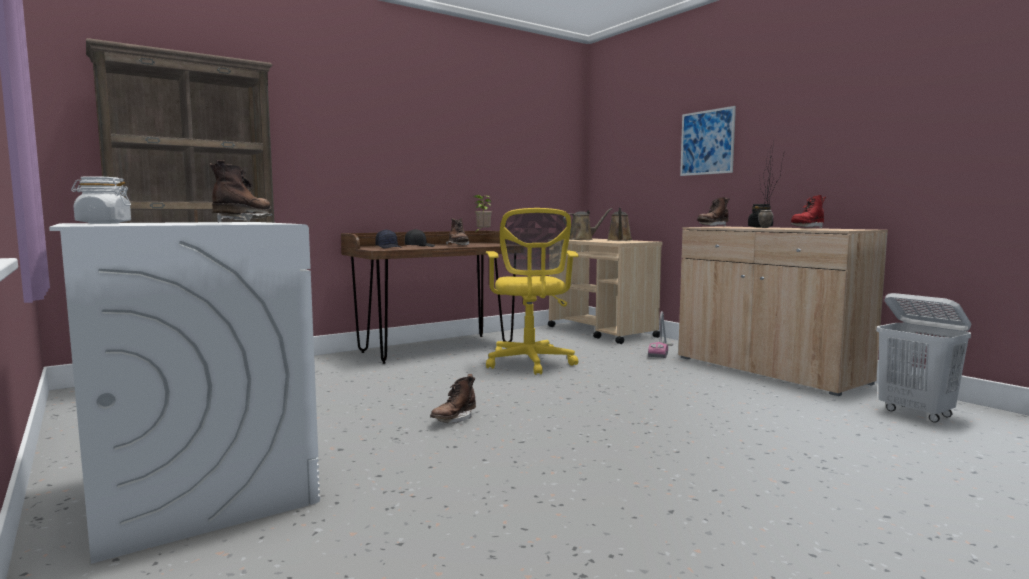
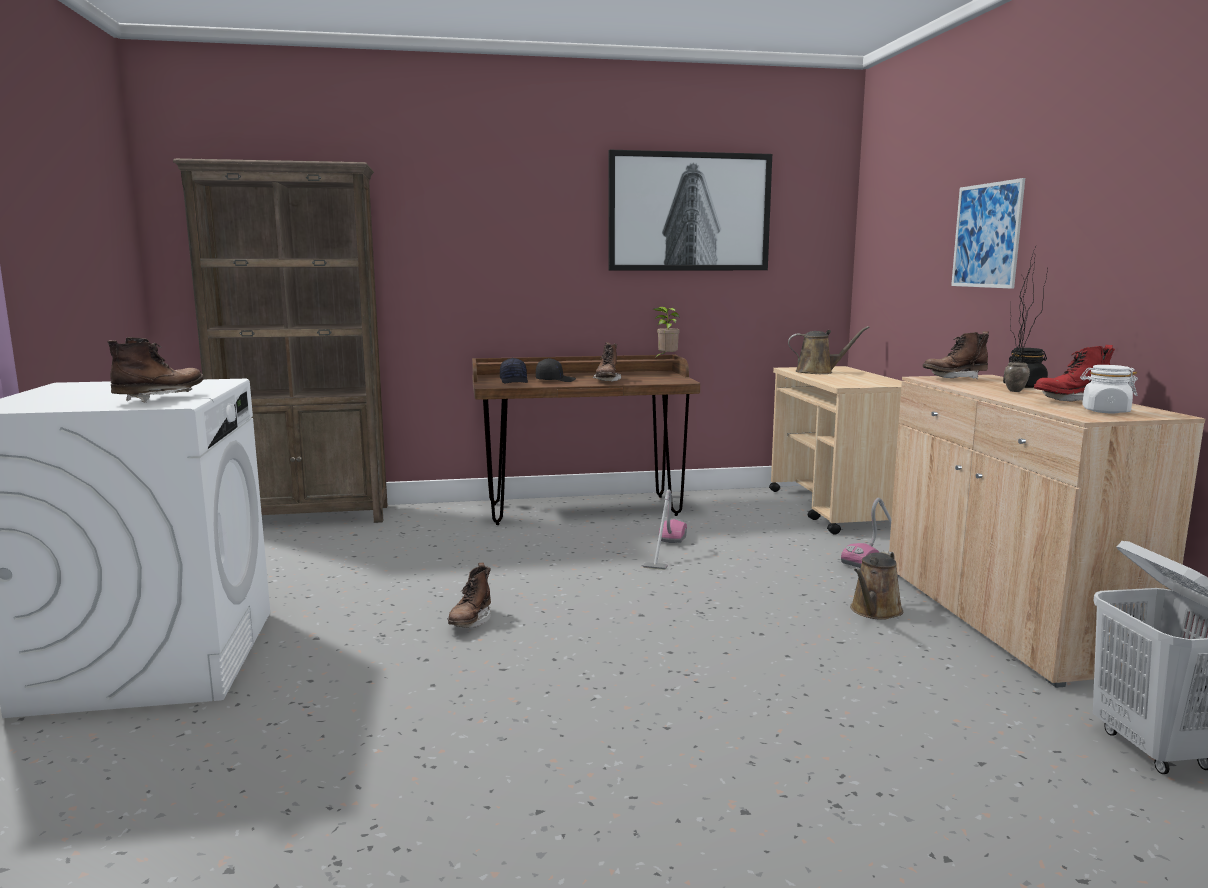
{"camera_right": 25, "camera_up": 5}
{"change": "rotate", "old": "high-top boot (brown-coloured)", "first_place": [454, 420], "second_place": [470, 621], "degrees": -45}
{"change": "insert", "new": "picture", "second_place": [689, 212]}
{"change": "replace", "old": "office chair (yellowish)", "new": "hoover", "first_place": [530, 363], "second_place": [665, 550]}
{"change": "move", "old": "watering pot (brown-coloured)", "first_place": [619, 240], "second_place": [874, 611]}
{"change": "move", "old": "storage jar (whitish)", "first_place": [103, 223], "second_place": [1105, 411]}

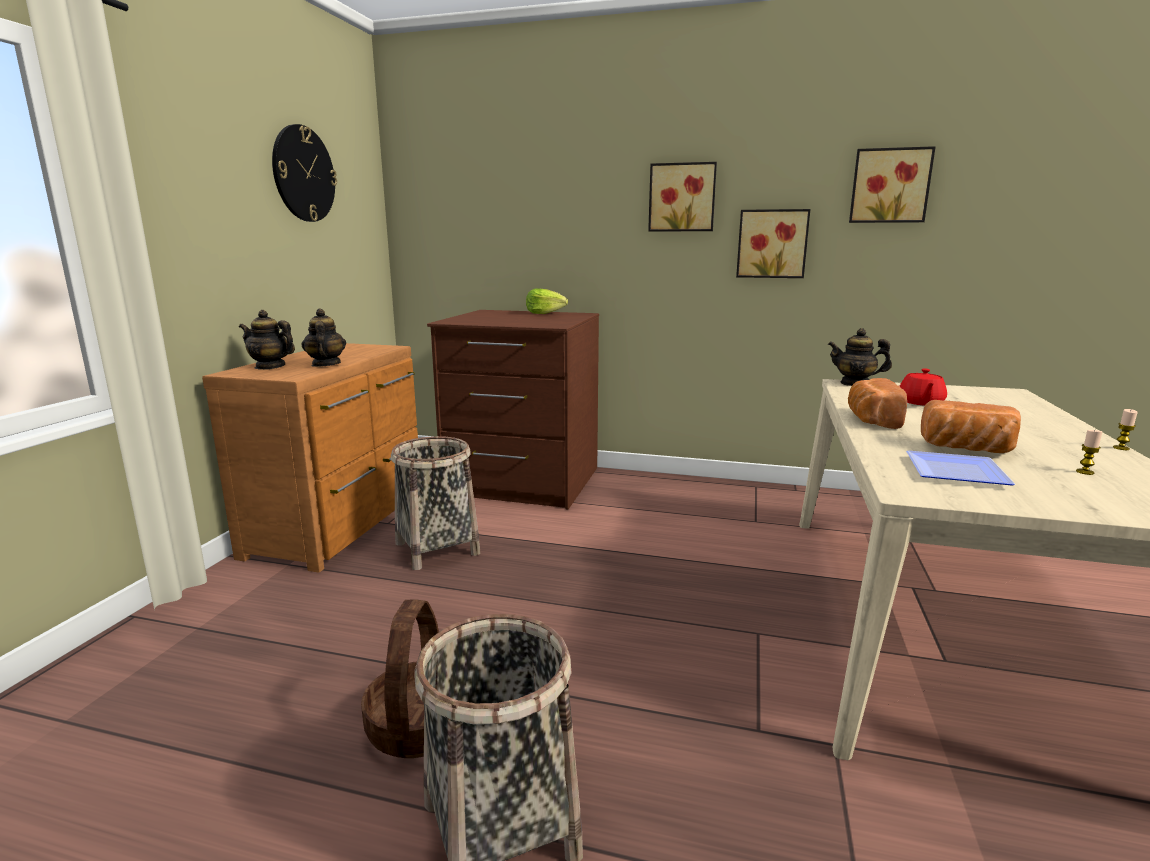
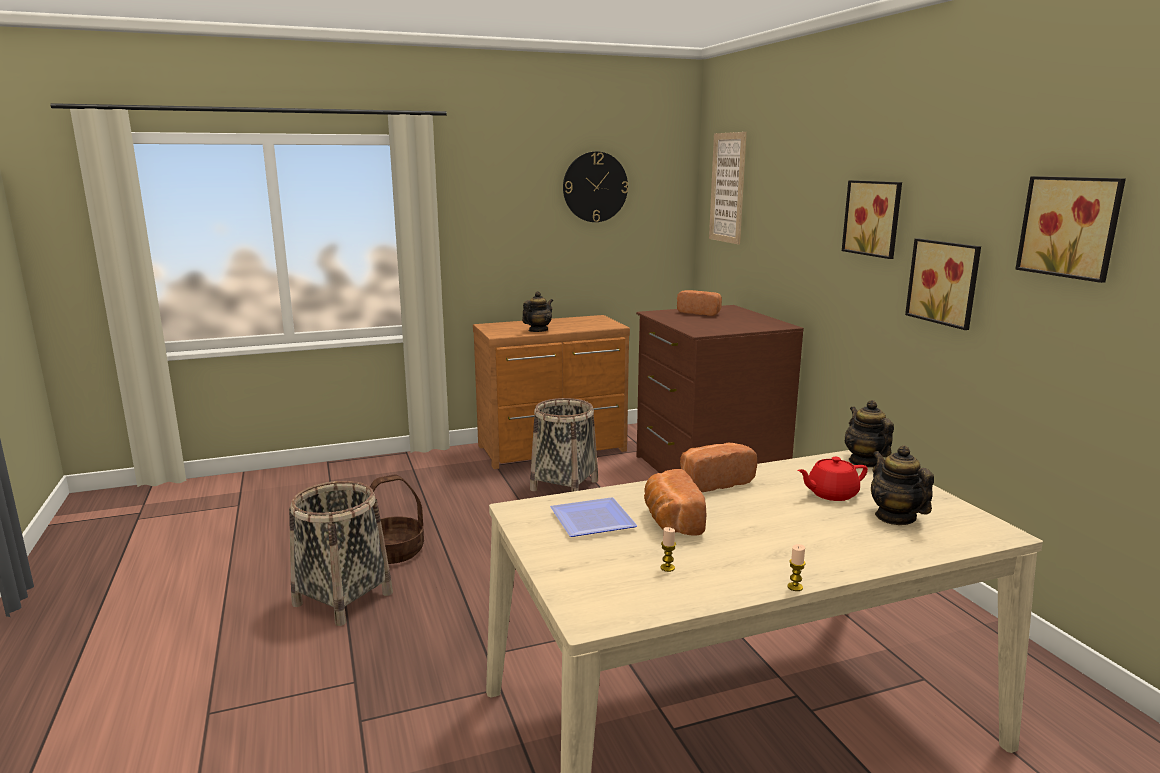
{"camera_right": 55, "camera_up": 0}
{"change": "insert", "new": "baked bread", "second_place": [700, 313]}
{"change": "insert", "new": "picture", "second_place": [727, 188]}
{"change": "move", "old": "tea pot", "first_place": [270, 367], "second_place": [895, 517]}
{"change": "delete", "old": "lettuce head", "first_place": [544, 313]}

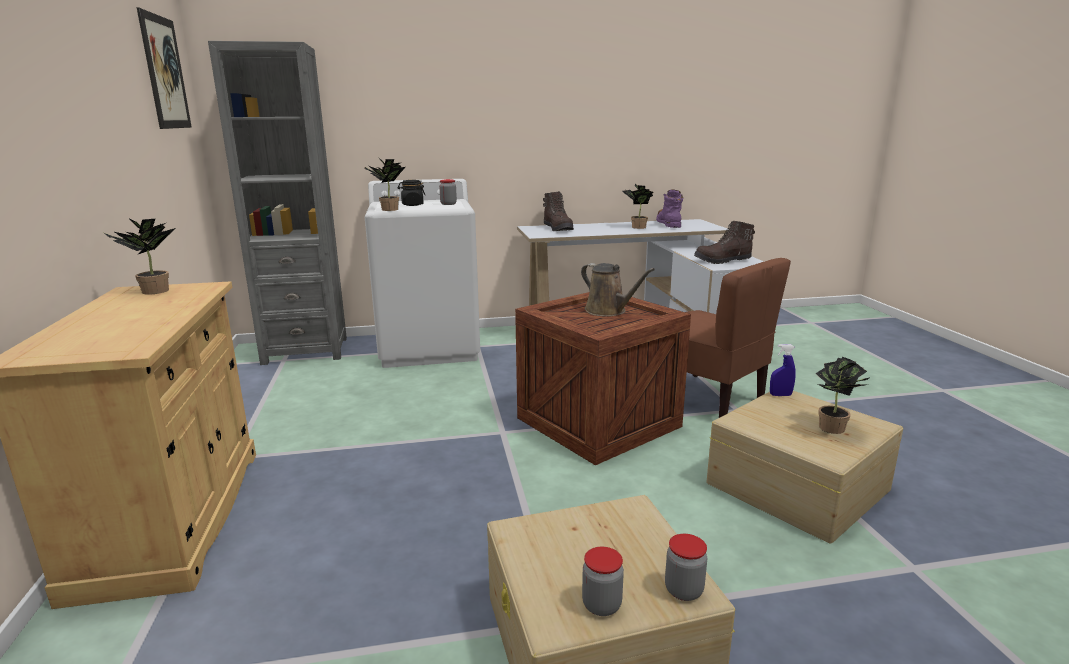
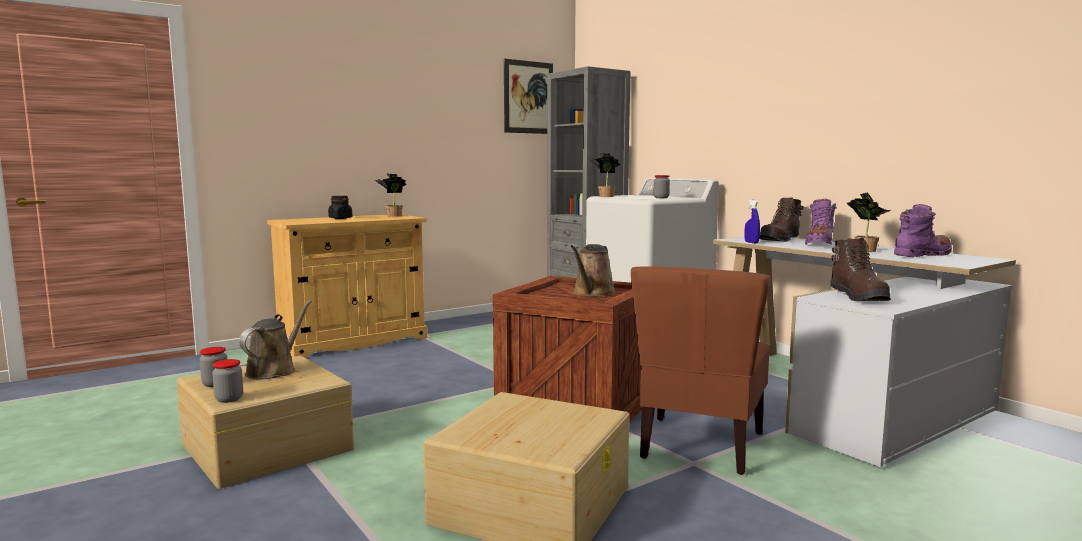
{"camera_right": 65, "camera_up": -10}
{"change": "insert", "new": "watering pot (brown-coloured)", "second_place": [274, 370]}
{"change": "move", "old": "storage jar (blackish)", "first_place": [412, 205], "second_place": [340, 218]}
{"change": "move", "old": "hand sprayer (blue)", "first_place": [780, 395], "second_place": [751, 242]}
{"change": "insert", "new": "high-top boot (purple-coloured)", "second_place": [819, 244]}
{"change": "rotate", "old": "high-top boot (brown-coloured)", "first_place": [723, 261], "second_place": [859, 297], "degrees": -150}
{"change": "delete", "old": "potted plant", "first_place": [834, 430]}

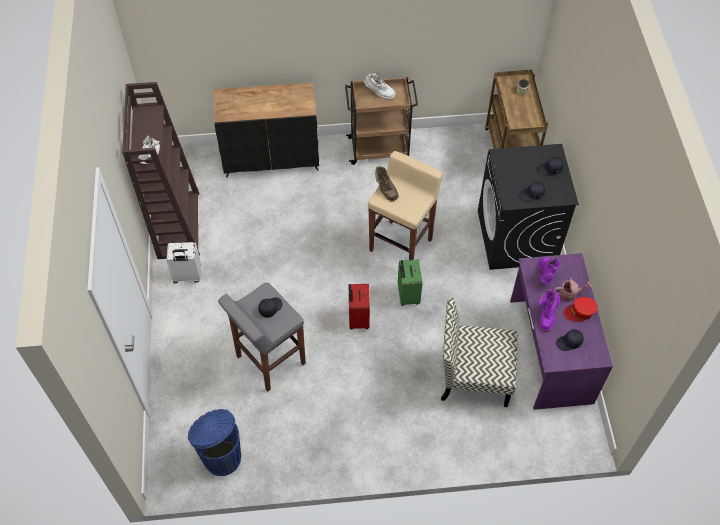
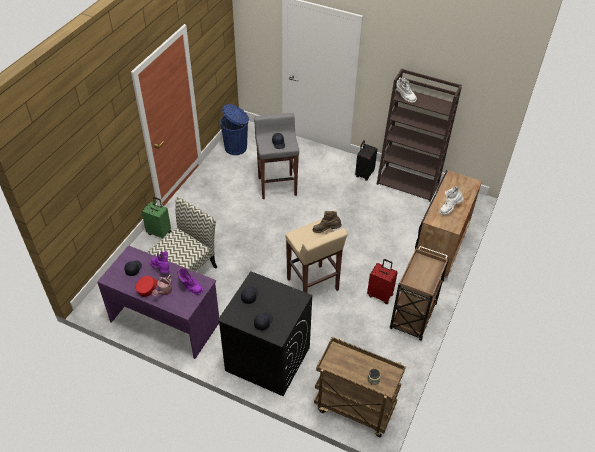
{"camera_right": 120, "camera_up": -10}
{"change": "move", "old": "travel case (greenish)", "first_place": [407, 295], "second_place": [159, 232]}
{"change": "recolor", "old": "travel case (whitish)", "new": "travel case (blackish)", "first_place": [187, 276], "second_place": [364, 174]}
{"change": "move", "old": "travel case (reddish)", "first_place": [358, 318], "second_place": [380, 295]}
{"change": "move", "old": "high-top boot (whitish)", "first_place": [379, 93], "second_place": [449, 208]}

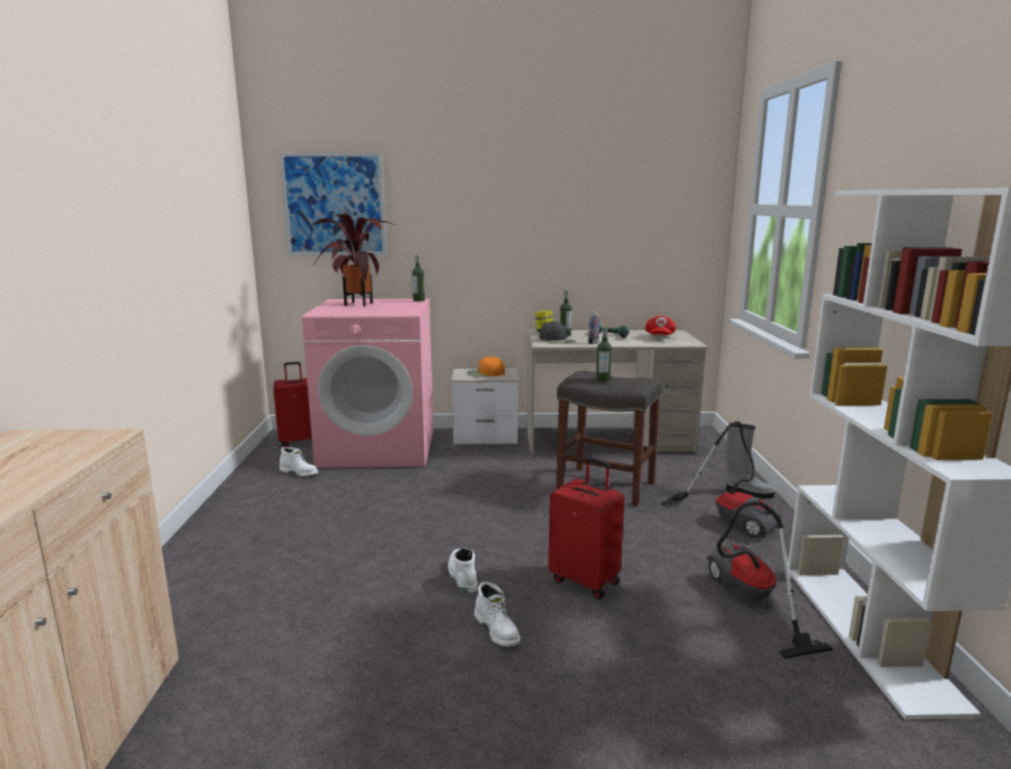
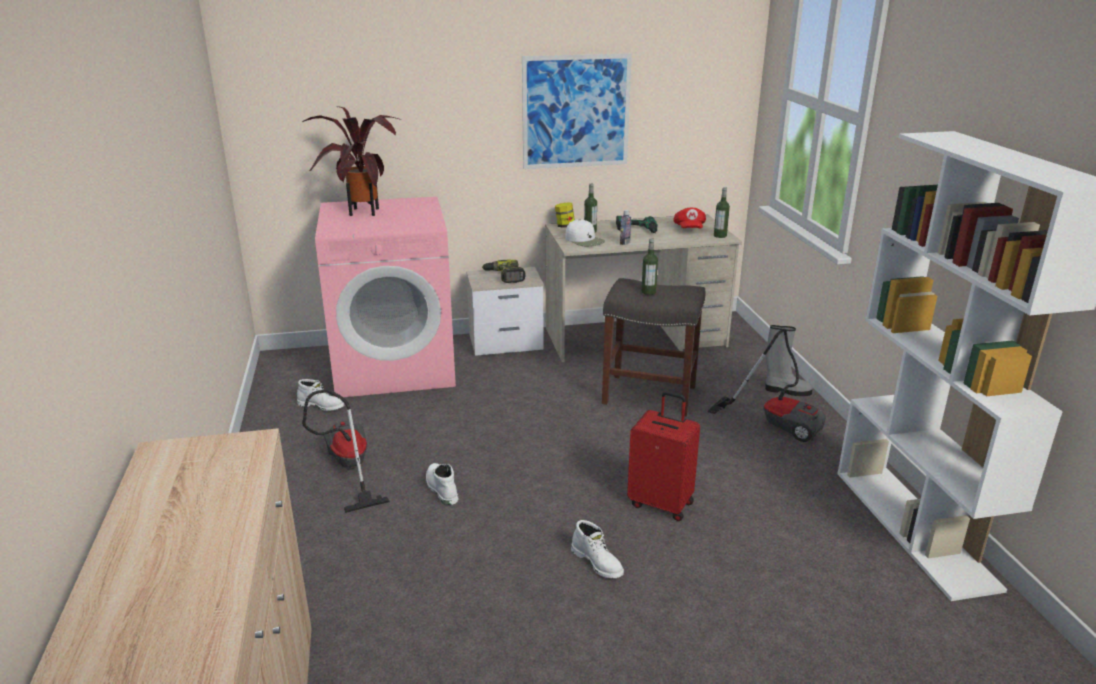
{"camera_right": -10, "camera_up": 10}
{"change": "move", "old": "hoover", "first_place": [749, 601], "second_place": [347, 468]}
{"change": "move", "old": "high-top boot (whitish)", "first_place": [462, 576], "second_place": [441, 488]}
{"change": "replace", "old": "cap (orange-coloured)", "new": "electric drill", "first_place": [485, 373], "second_place": [504, 276]}
{"change": "move", "old": "picture", "first_place": [334, 204], "second_place": [576, 112]}
{"change": "recolor", "old": "cap (blackish)", "new": "cap (whitish)", "first_place": [557, 340], "second_place": [585, 240]}
{"change": "move", "old": "bottle", "first_place": [419, 300], "second_place": [720, 236]}
{"change": "delete", "old": "travel case (reddish)", "first_place": [299, 441]}

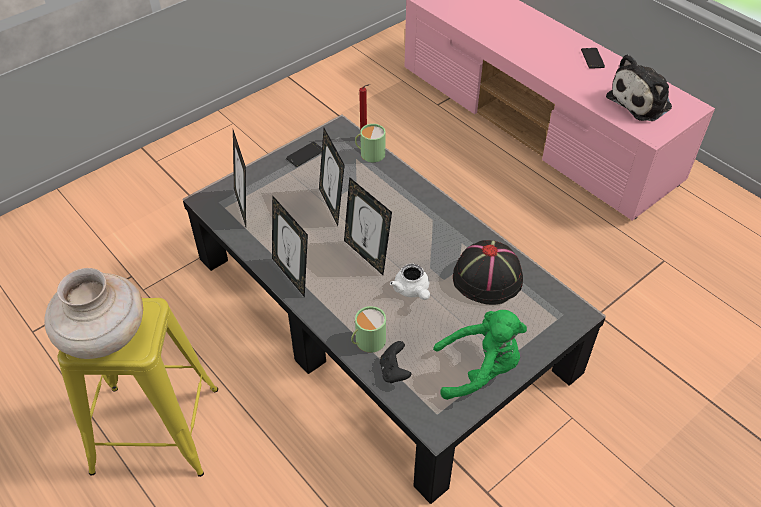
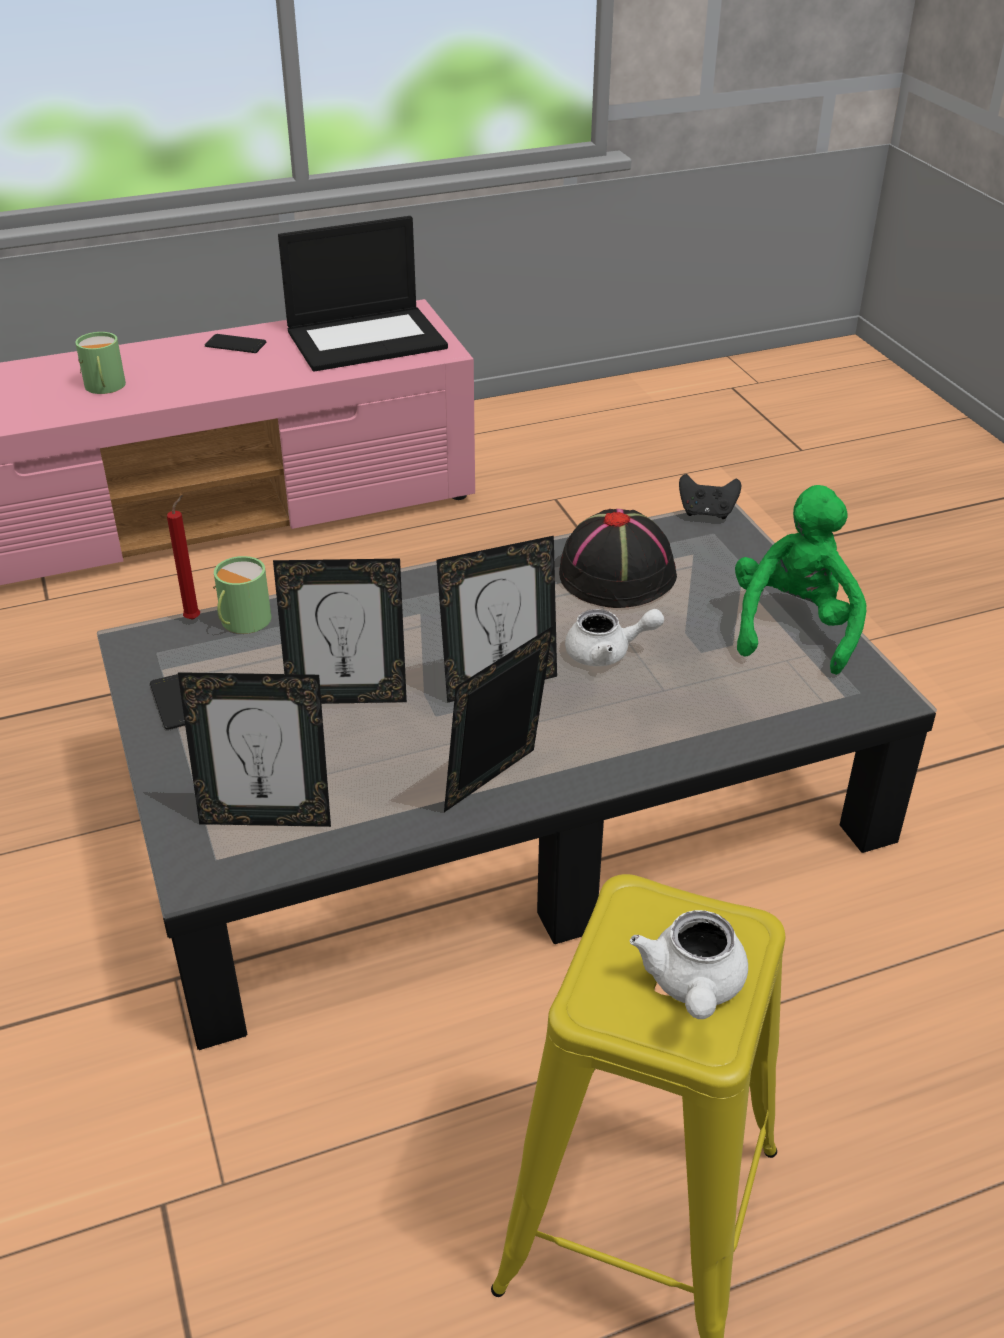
{"camera_right": -70, "camera_up": -10}
{"change": "move", "old": "mug (greenish)", "first_place": [367, 341], "second_place": [104, 387]}
{"change": "replace", "old": "cuddly toy", "new": "laptop", "first_place": [642, 101], "second_place": [367, 338]}
{"change": "rotate", "old": "standing frame", "first_place": [292, 275], "second_place": [497, 785], "degrees": 150}
{"change": "replace", "old": "flower vase (sand-coloured)", "new": "tea pot (whitish)", "first_place": [104, 338], "second_place": [693, 986]}
{"change": "move", "old": "joypad (blackish)", "first_place": [394, 371], "second_place": [706, 513]}

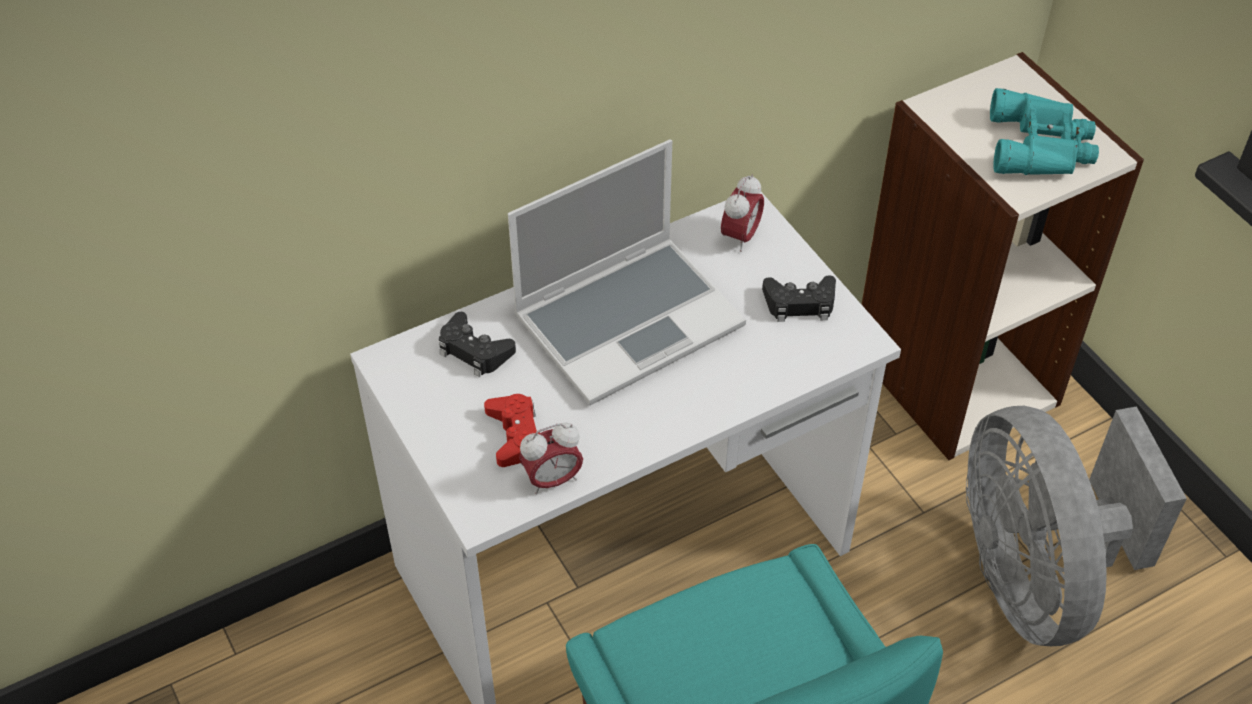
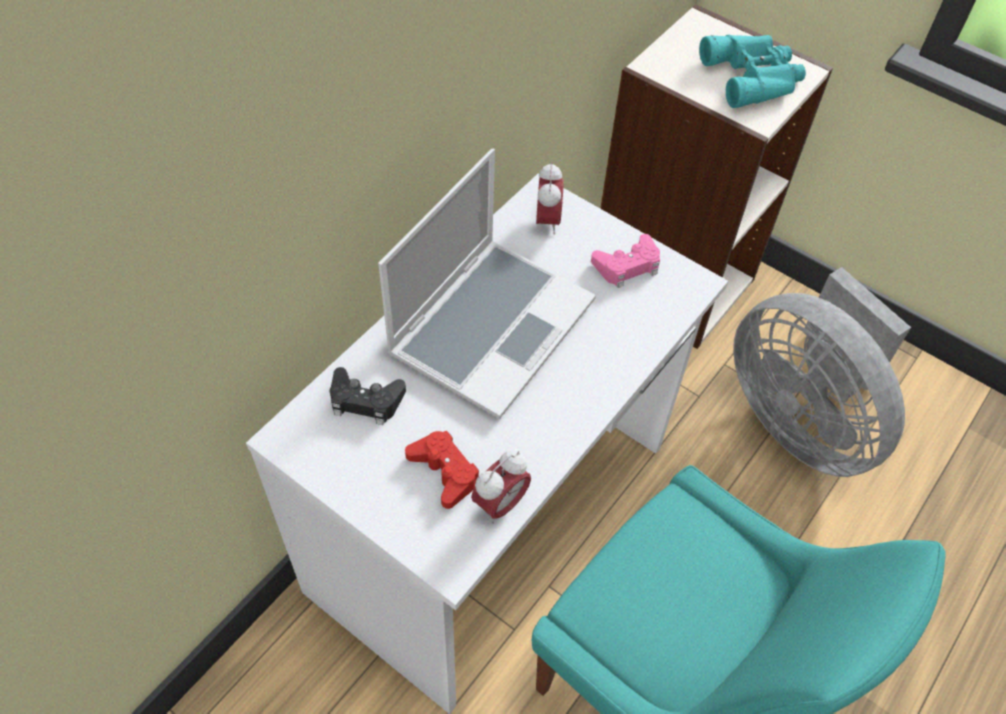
{"camera_right": -25, "camera_up": 5}
{"change": "recolor", "old": "joypad (blackish)", "new": "joypad (pinkish)", "first_place": [800, 303], "second_place": [627, 266]}

